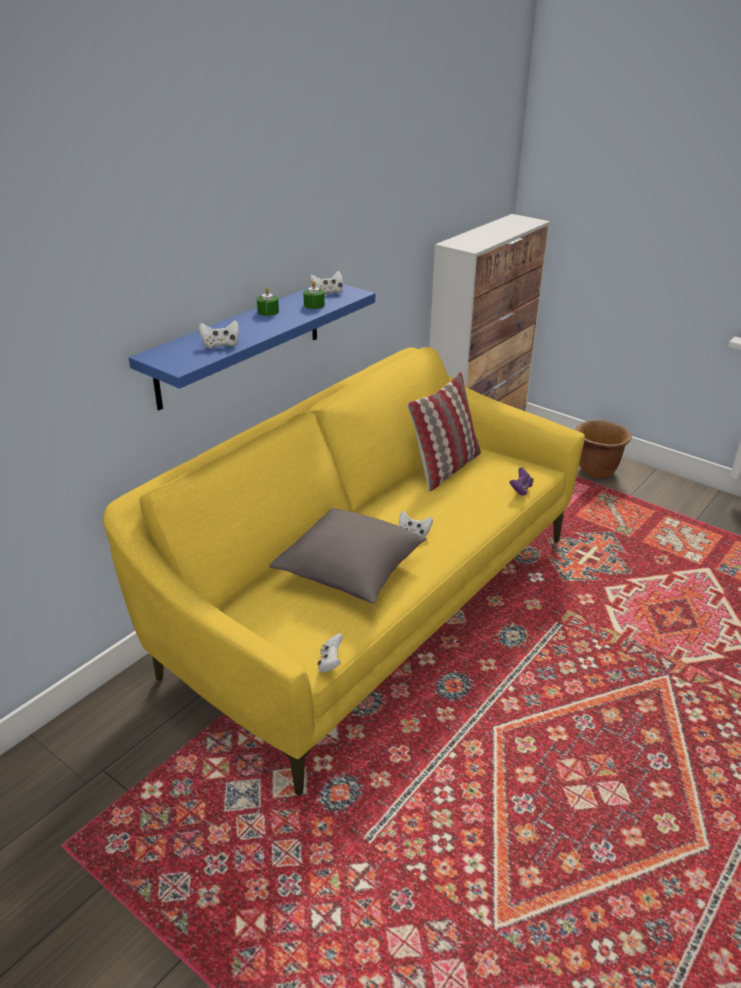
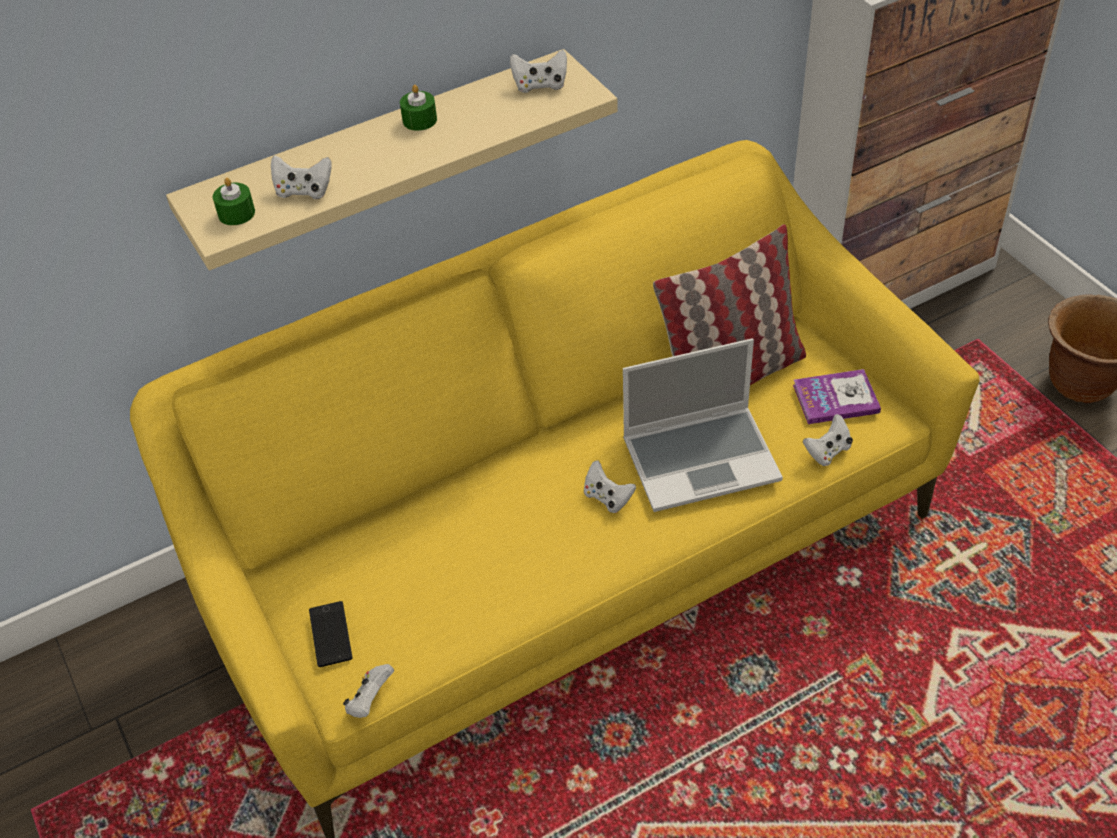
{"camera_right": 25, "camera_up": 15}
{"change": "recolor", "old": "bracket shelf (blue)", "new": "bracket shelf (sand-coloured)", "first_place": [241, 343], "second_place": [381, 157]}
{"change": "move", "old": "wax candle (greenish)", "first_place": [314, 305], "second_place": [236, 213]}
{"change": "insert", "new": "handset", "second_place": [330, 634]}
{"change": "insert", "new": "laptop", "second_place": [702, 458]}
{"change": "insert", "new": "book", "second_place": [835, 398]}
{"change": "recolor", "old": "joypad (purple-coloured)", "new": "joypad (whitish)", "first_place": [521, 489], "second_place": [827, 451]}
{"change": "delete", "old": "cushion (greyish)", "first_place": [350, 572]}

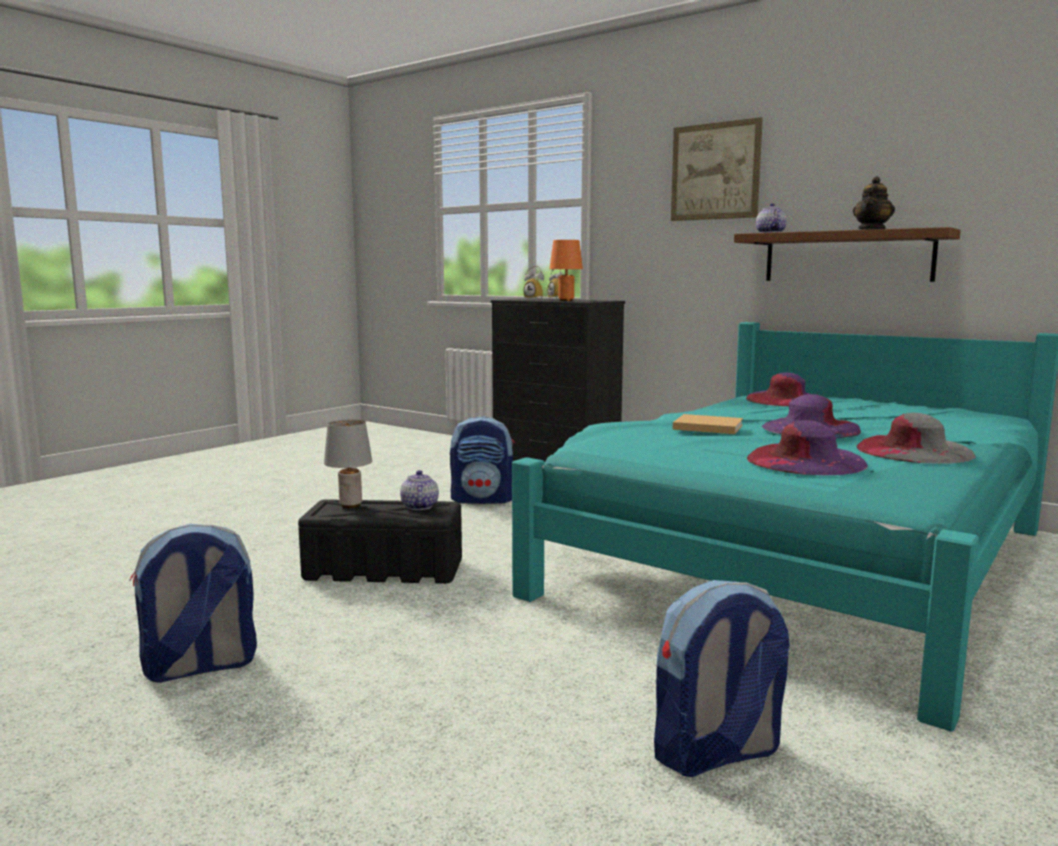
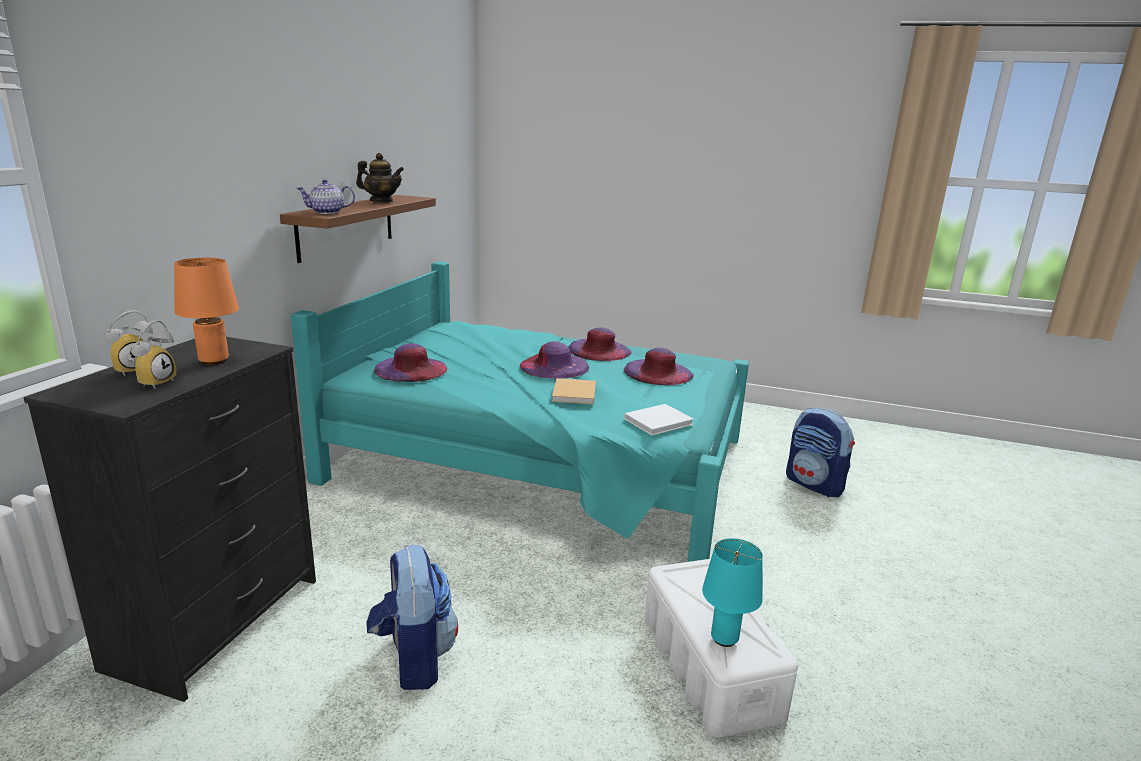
{"camera_right": -110, "camera_up": 10}
{"change": "recolor", "old": "clothing hat (greyish)", "new": "clothing hat (purple-coloured)", "first_place": [914, 451], "second_place": [599, 350]}
{"change": "insert", "new": "book (whitish)", "second_place": [660, 421]}
{"change": "recolor", "old": "storage bin (blackish)", "new": "storage bin (whitish)", "first_place": [385, 569], "second_place": [709, 666]}
{"change": "recolor", "old": "table lamp (greyish)", "new": "table lamp (turquoise)", "first_place": [351, 505], "second_place": [725, 638]}
{"change": "delete", "old": "knapsack", "first_place": [199, 667]}
{"change": "delete", "old": "tea pot", "first_place": [419, 506]}
{"change": "delete", "old": "picture", "first_place": [715, 171]}

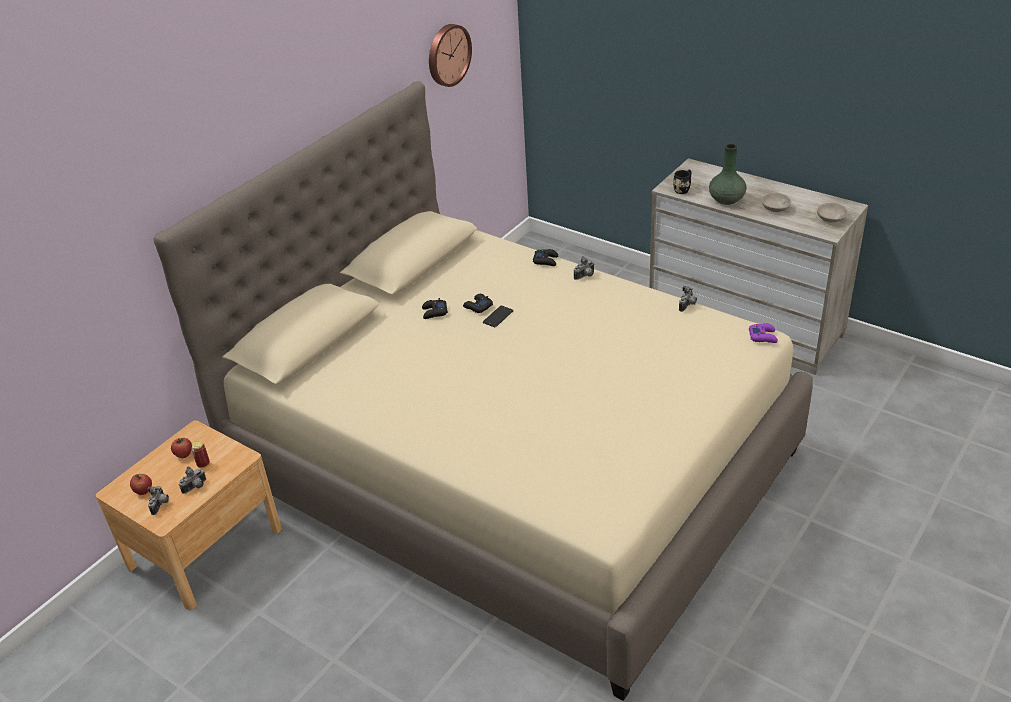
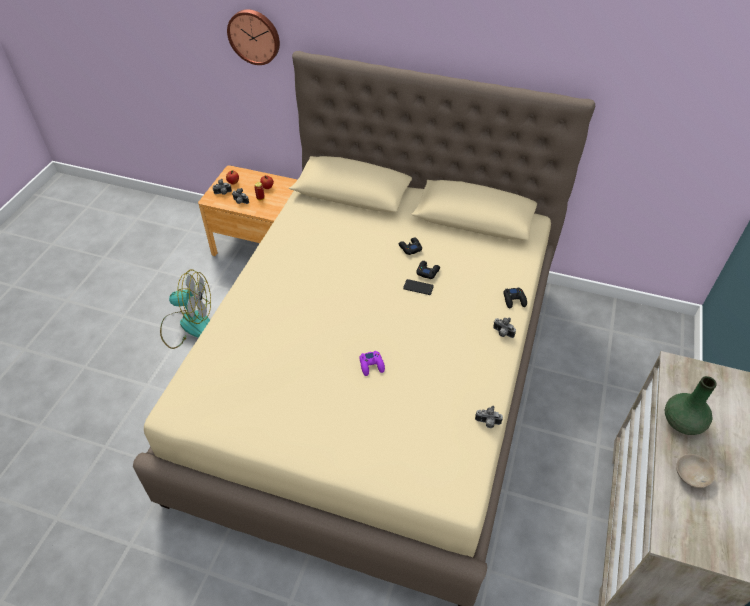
{"camera_right": 70, "camera_up": 10}
{"change": "insert", "new": "fan", "second_place": [188, 325]}
{"change": "move", "old": "hanging clock", "first_place": [447, 54], "second_place": [254, 36]}
{"change": "move", "old": "joypad (purple-coloured)", "first_place": [763, 336], "second_place": [372, 365]}
{"change": "delete", "old": "mug (blackish)", "first_place": [683, 189]}
{"change": "delete", "old": "deep dish (sand-coloured)", "first_place": [830, 218]}

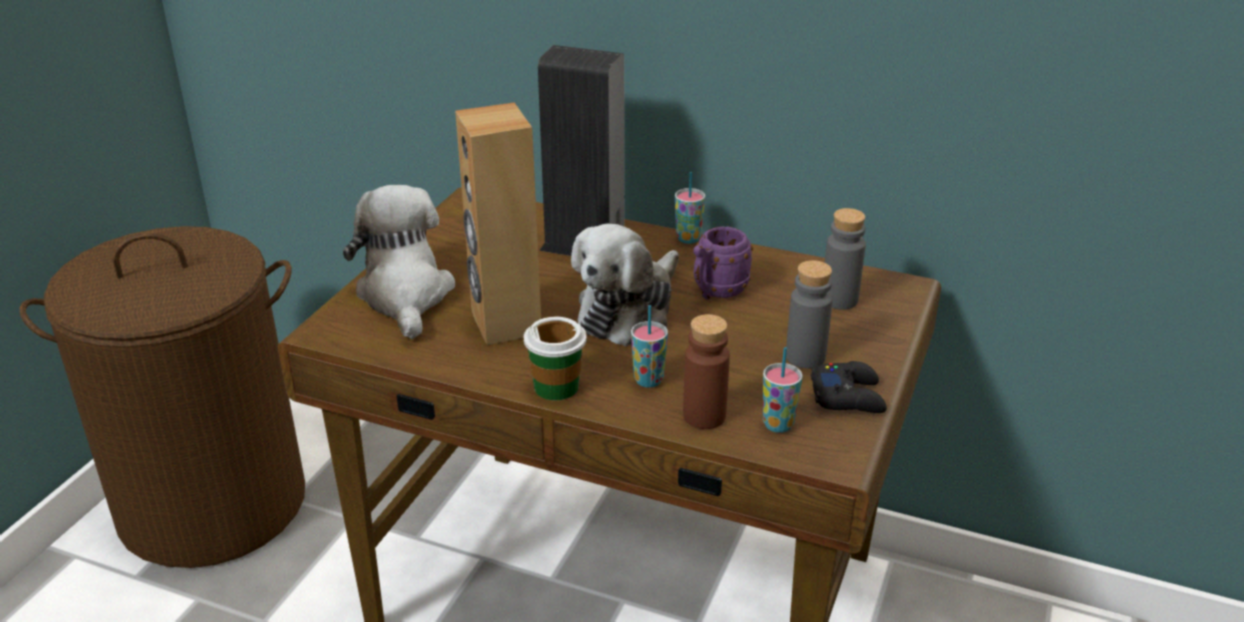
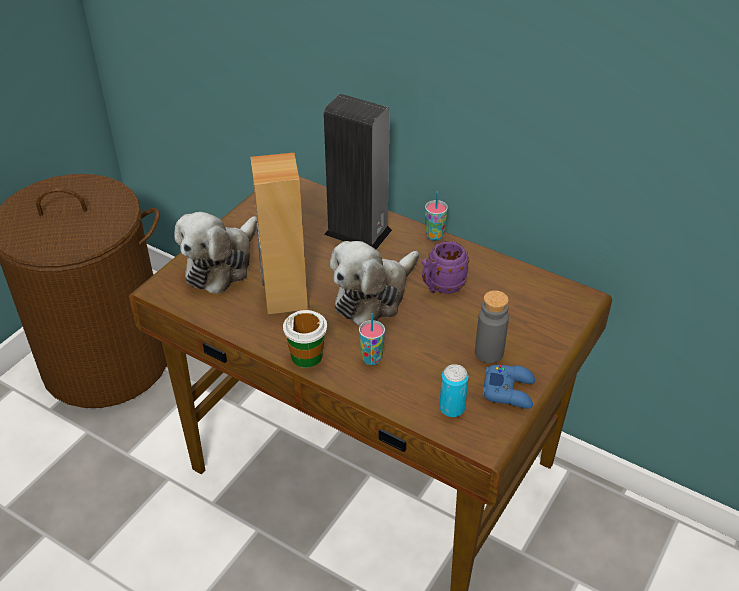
{"camera_right": 10, "camera_up": 10}
{"change": "rotate", "old": "cuddly toy", "first_place": [405, 295], "second_place": [221, 264], "degrees": -150}
{"change": "replace", "old": "cup", "new": "sealed can", "first_place": [778, 424], "second_place": [452, 408]}
{"change": "recolor", "old": "joypad (blackish)", "new": "joypad (blue)", "first_place": [848, 396], "second_place": [509, 391]}
{"change": "delete", "old": "bottle (brown-coloured)", "first_place": [704, 416]}
{"change": "delete", "old": "bottle (greyish)", "first_place": [839, 300]}

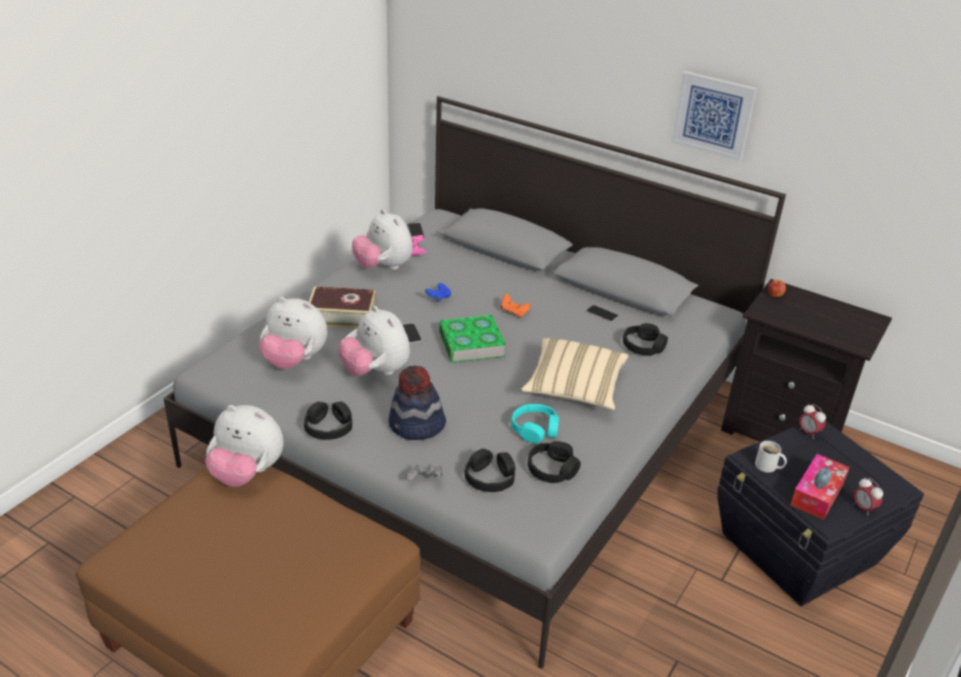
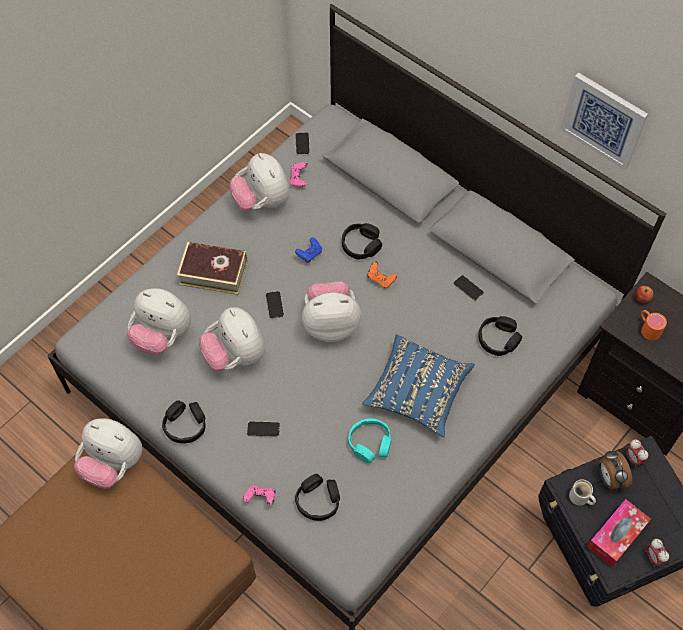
{"camera_right": 10, "camera_up": 25}
{"change": "recolor", "old": "joypad (greyish)", "new": "joypad (pinkish)", "first_place": [425, 480], "second_place": [261, 498]}
{"change": "replace", "old": "clothing hat", "new": "handset", "first_place": [416, 425], "second_place": [263, 429]}
{"change": "replace", "old": "book", "new": "cuddly toy", "first_place": [471, 344], "second_place": [330, 324]}
{"change": "move", "old": "headset (blackish)", "first_place": [552, 469], "second_place": [361, 245]}
{"change": "recolor", "old": "cushion (sand-coloured)", "new": "cushion (blue)", "first_place": [574, 388], "second_place": [418, 392]}
{"change": "insert", "new": "bedside clock", "second_place": [609, 479]}
{"change": "insert", "new": "mug (orange-coloured)", "second_place": [648, 328]}

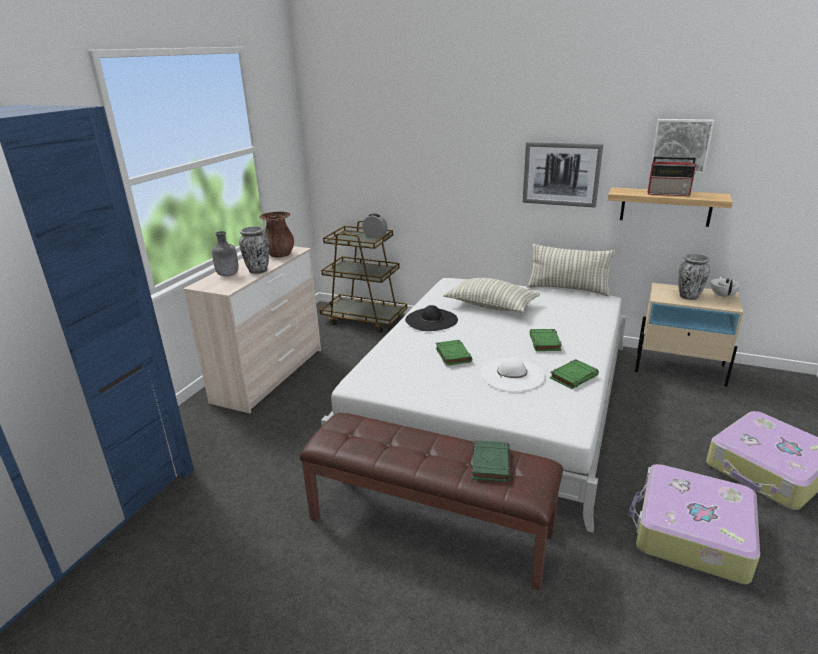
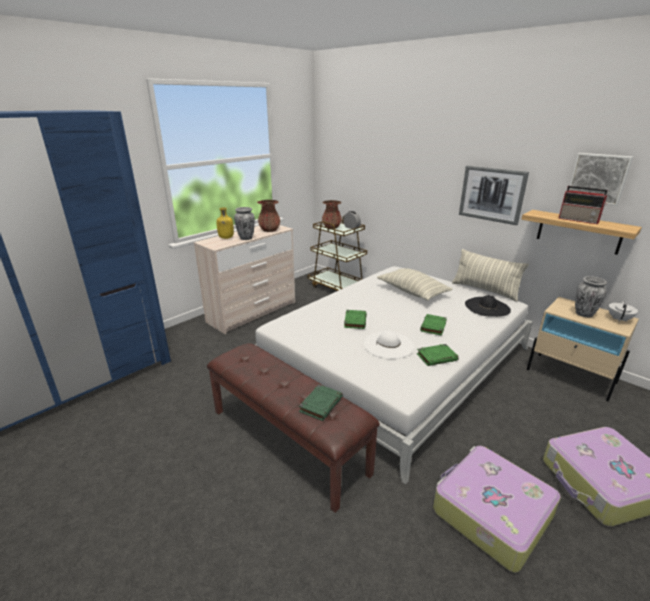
{"camera_right": 20, "camera_up": 0}
{"change": "recolor", "old": "bottle (greyish)", "new": "bottle (yellowish)", "first_place": [228, 275], "second_place": [226, 238]}
{"change": "insert", "new": "flower vase (brown-coloured)", "second_place": [331, 227]}
{"change": "move", "old": "clothing hat (blackish)", "first_place": [431, 320], "second_place": [487, 307]}

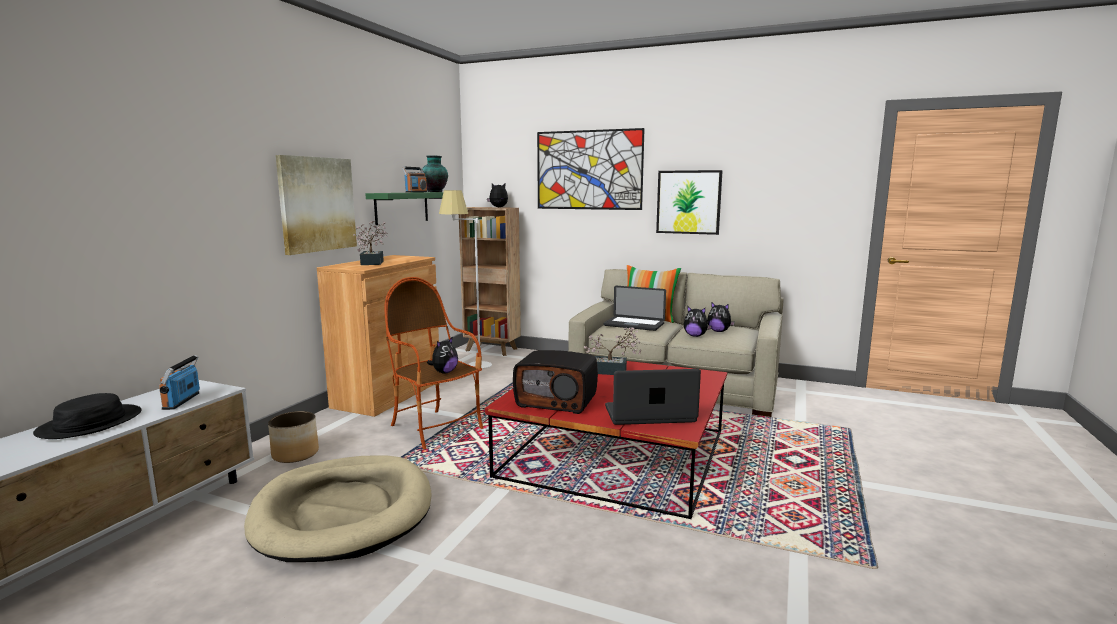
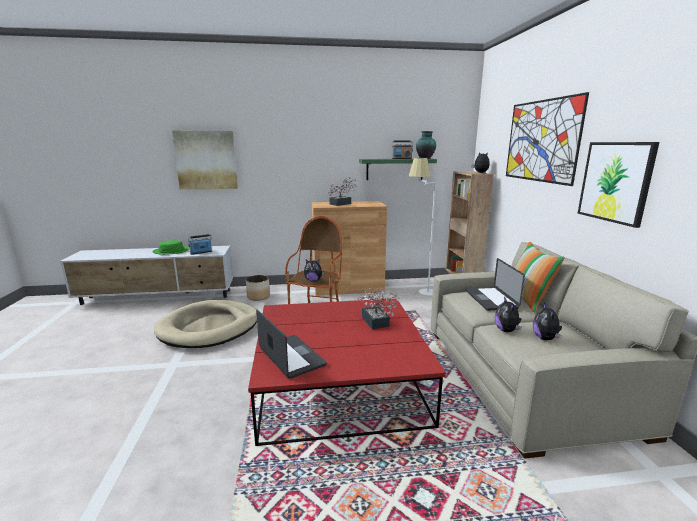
{"camera_right": 60, "camera_up": 5}
{"change": "recolor", "old": "clothing hat (blackish)", "new": "clothing hat (greenish)", "first_place": [90, 423], "second_place": [171, 251]}
{"change": "move", "old": "picture", "first_place": [317, 204], "second_place": [206, 160]}
{"change": "delete", "old": "radio receiver", "first_place": [557, 401]}

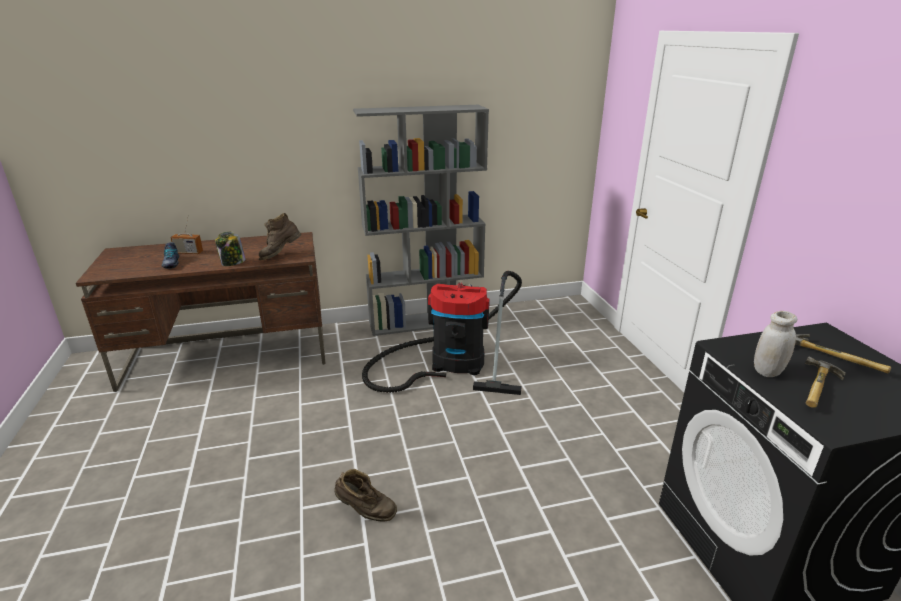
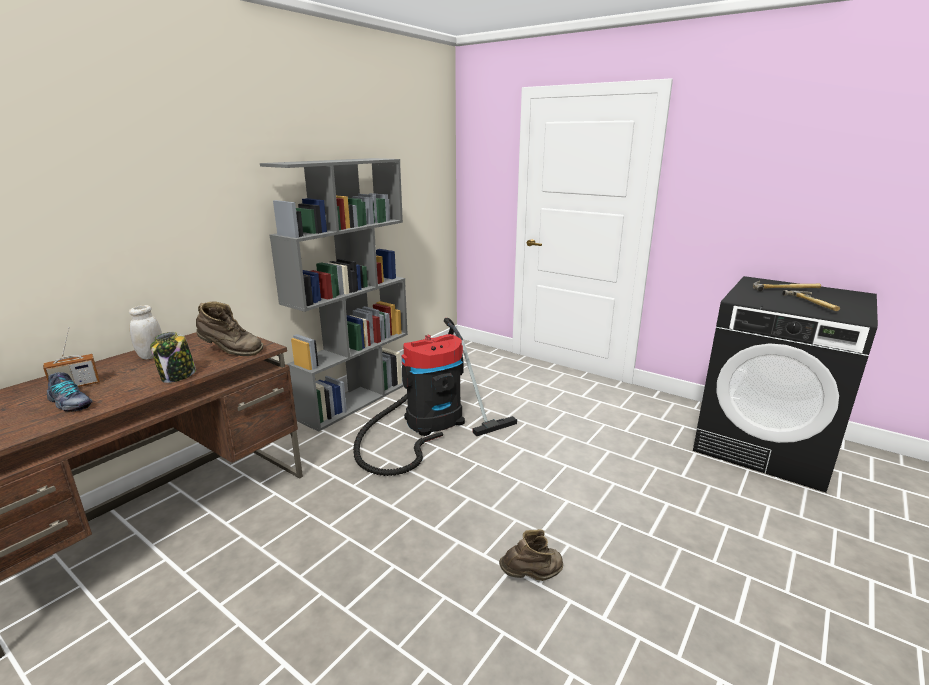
{"camera_right": -40, "camera_up": -5}
{"change": "move", "old": "storage jar (whitish)", "first_place": [767, 371], "second_place": [151, 356]}
{"change": "rotate", "old": "high-top boot (brown-coloured)", "first_place": [280, 255], "second_place": [231, 352], "degrees": -90}

